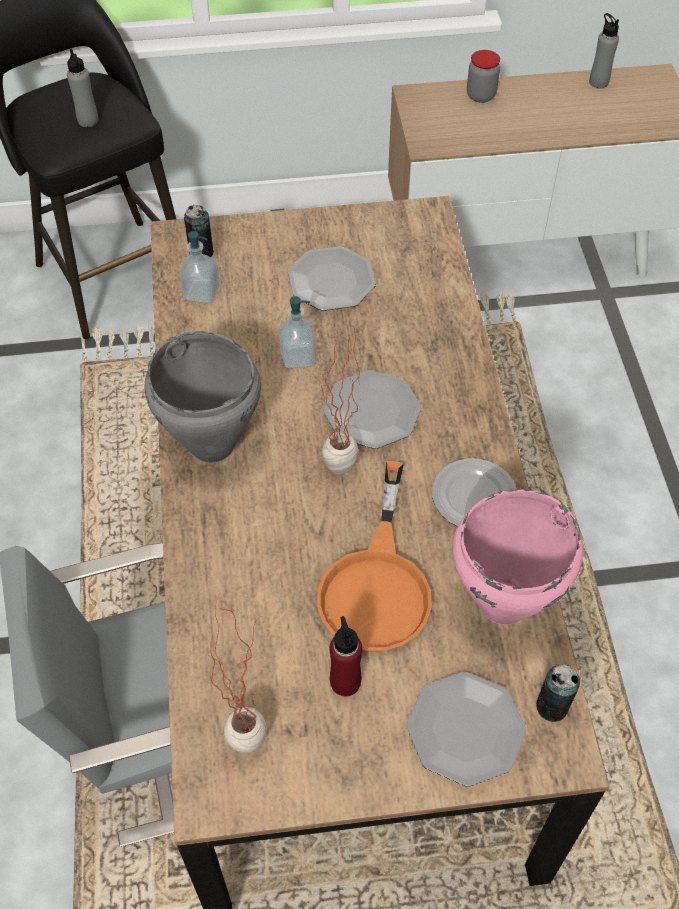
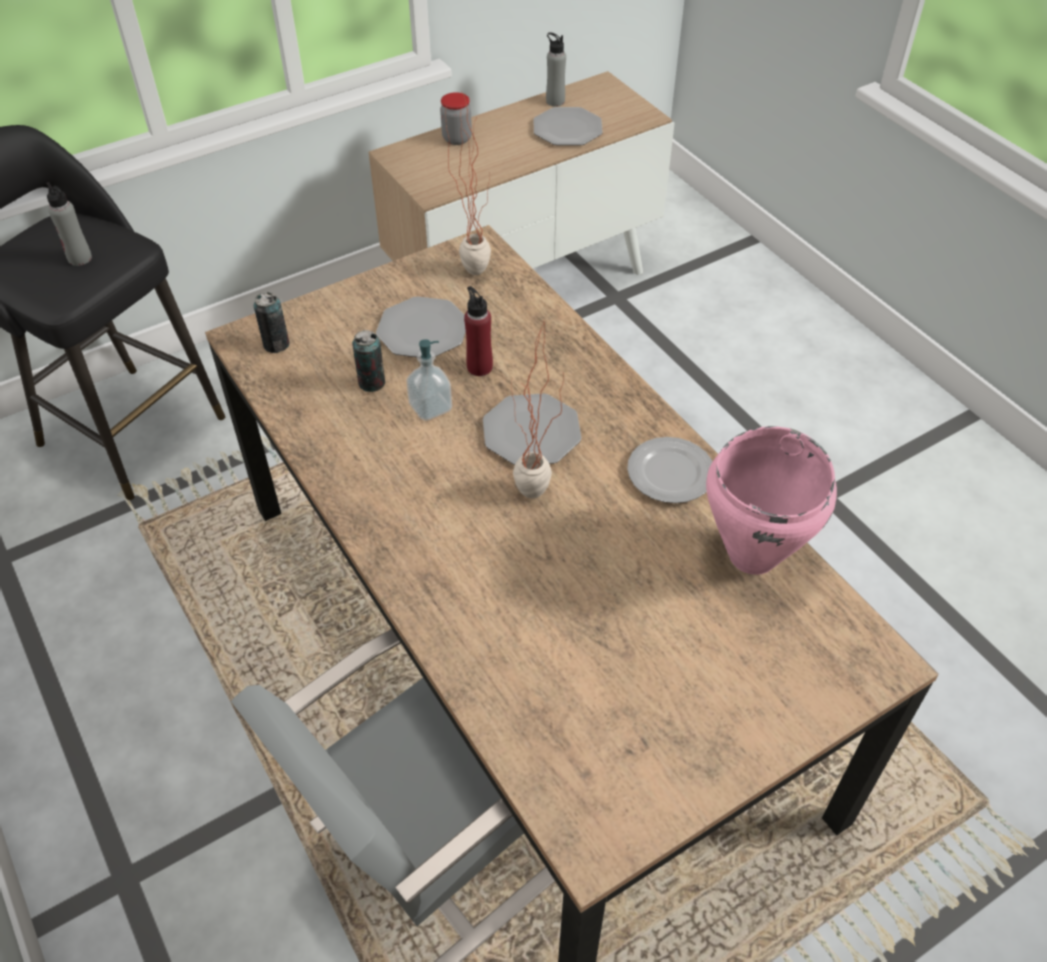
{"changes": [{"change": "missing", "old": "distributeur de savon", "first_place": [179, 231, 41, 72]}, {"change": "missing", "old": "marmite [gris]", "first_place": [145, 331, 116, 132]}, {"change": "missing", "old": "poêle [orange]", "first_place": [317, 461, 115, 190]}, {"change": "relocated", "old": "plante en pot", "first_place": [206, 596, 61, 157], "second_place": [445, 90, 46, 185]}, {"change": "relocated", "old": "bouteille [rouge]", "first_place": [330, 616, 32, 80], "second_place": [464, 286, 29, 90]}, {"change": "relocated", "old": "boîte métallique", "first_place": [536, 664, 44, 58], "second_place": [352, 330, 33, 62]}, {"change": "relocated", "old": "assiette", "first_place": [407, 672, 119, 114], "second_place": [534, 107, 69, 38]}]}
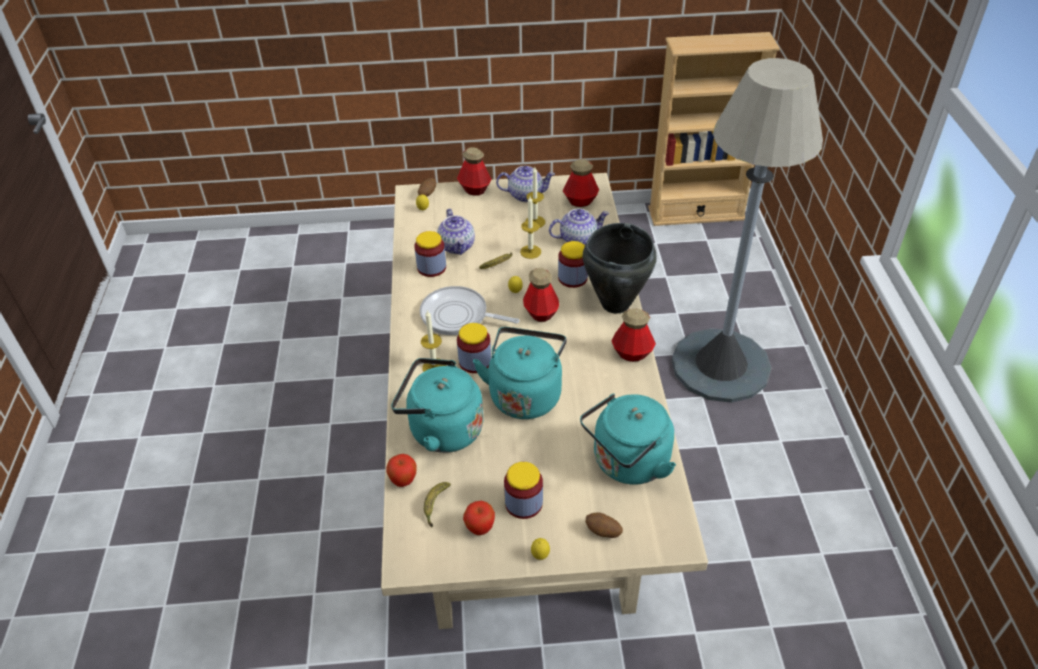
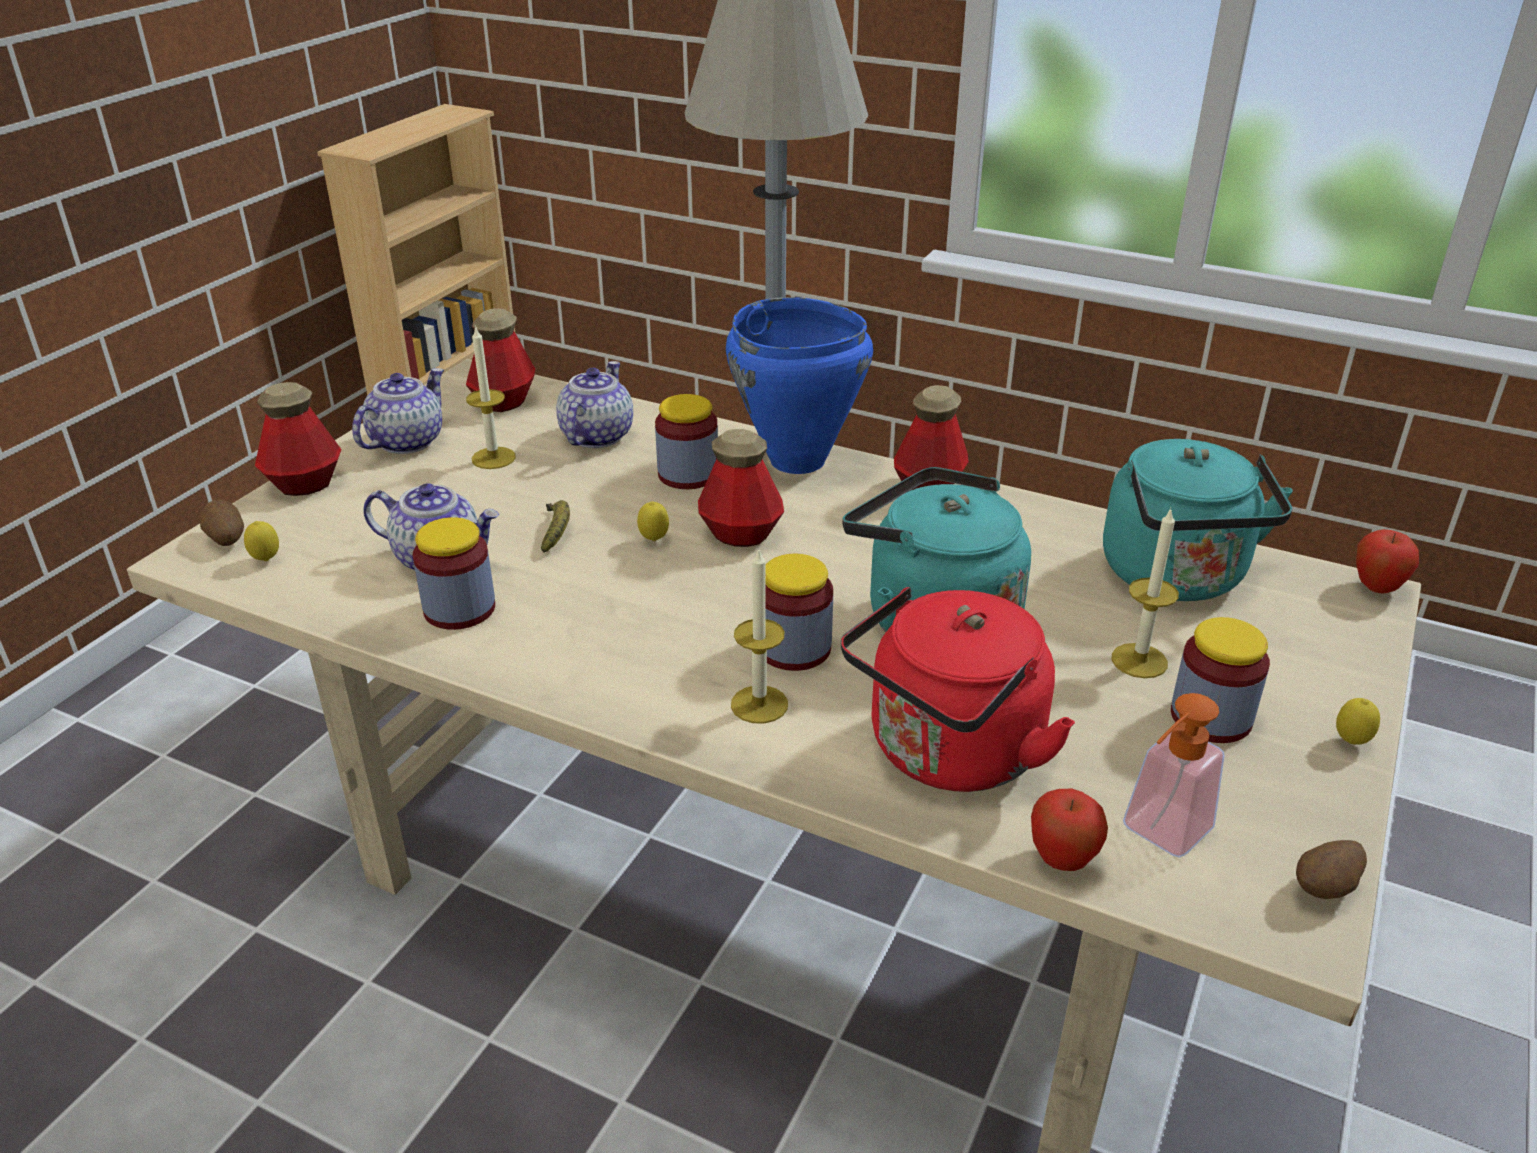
{"changes": [{"change": "relocated", "old": "bougie", "first_place": [520, 196, 21, 63], "second_place": [1111, 509, 68, 169]}, {"change": "colour", "old": "marmite [noir]", "new": "marmite [bleu]", "first_place": [583, 223, 74, 90], "second_place": [726, 297, 147, 177]}, {"change": "missing", "old": "poêle", "first_place": [420, 286, 100, 49]}, {"change": "colour", "old": "bouilloire [turquoise]", "new": "bouilloire [rouge]", "first_place": [391, 358, 93, 95], "second_place": [841, 587, 234, 205]}, {"change": "exchanged", "old": "banane", "new": "distributeur de savon", "first_place": [424, 482, 27, 46], "second_place": [1123, 693, 101, 165]}, {"change": "relocated", "old": "pomme", "first_place": [463, 501, 32, 34], "second_place": [1356, 529, 63, 64]}, {"change": "relocated", "old": "pomme de terre", "first_place": [585, 512, 38, 26], "second_place": [1296, 840, 71, 59]}]}
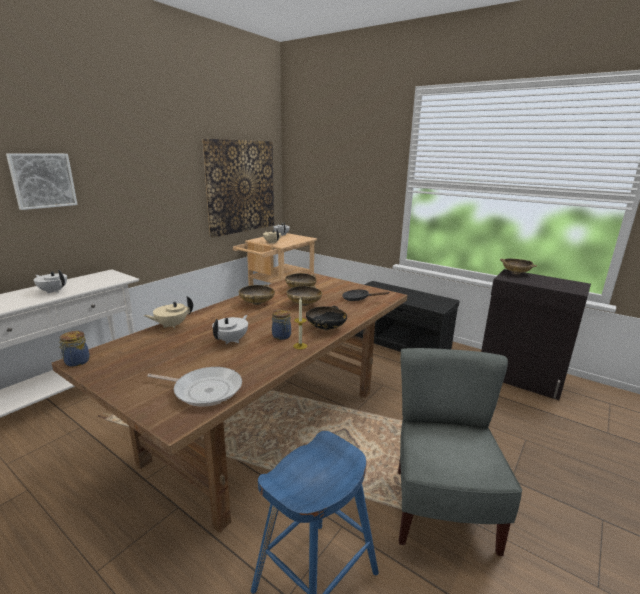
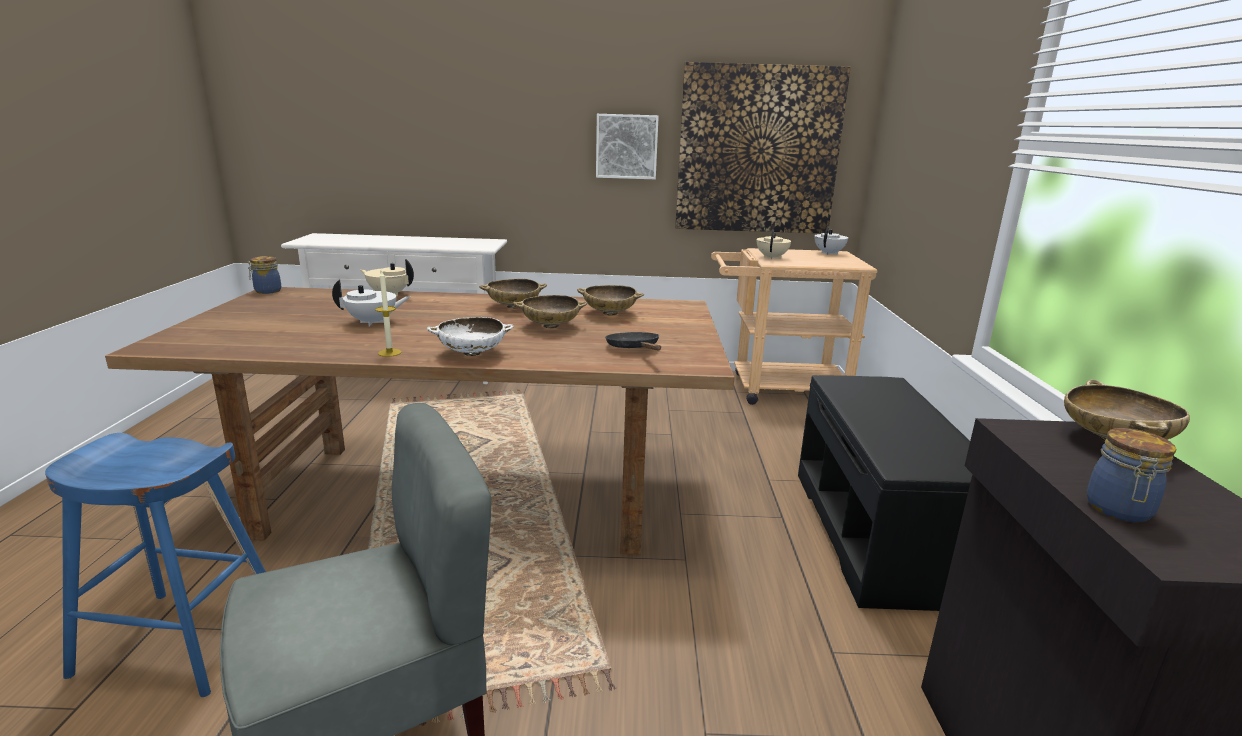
{"changes": [{"change": "relocated", "old": "tableau", "first_place": [6, 153, 72, 57], "second_place": [596, 114, 63, 65]}, {"change": "missing", "old": "théière [blanc]", "first_place": [33, 270, 34, 24]}, {"change": "colour", "old": "bol [noir]", "new": "bol [blanc]", "first_place": [306, 306, 41, 24], "second_place": [427, 317, 87, 39]}, {"change": "relocated", "old": "bocal", "first_place": [272, 309, 19, 31], "second_place": [1087, 428, 89, 94]}, {"change": "missing", "old": "poêle", "first_place": [147, 367, 95, 40]}]}
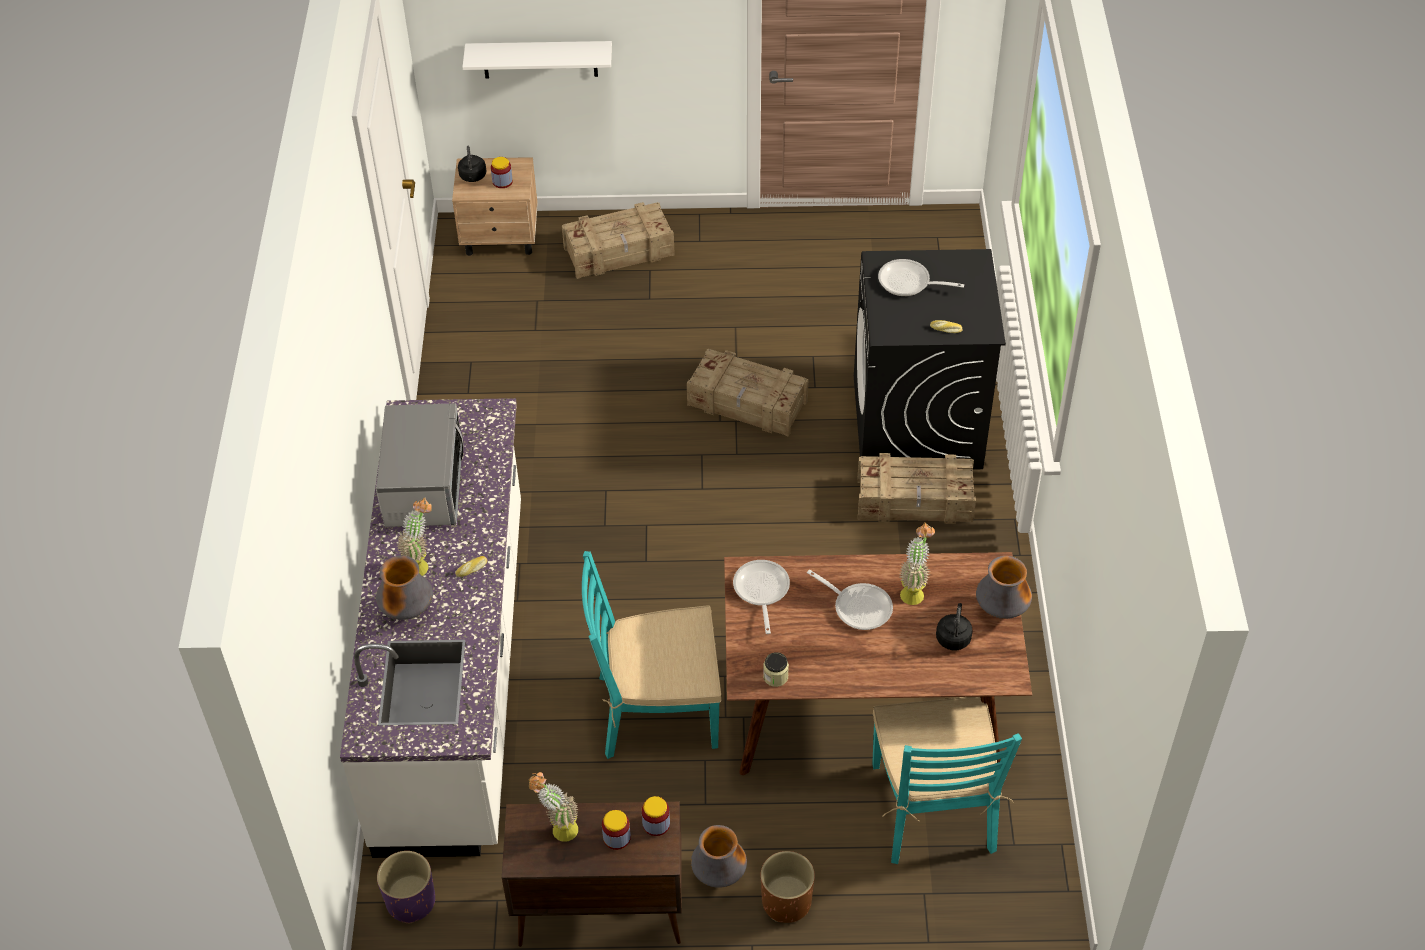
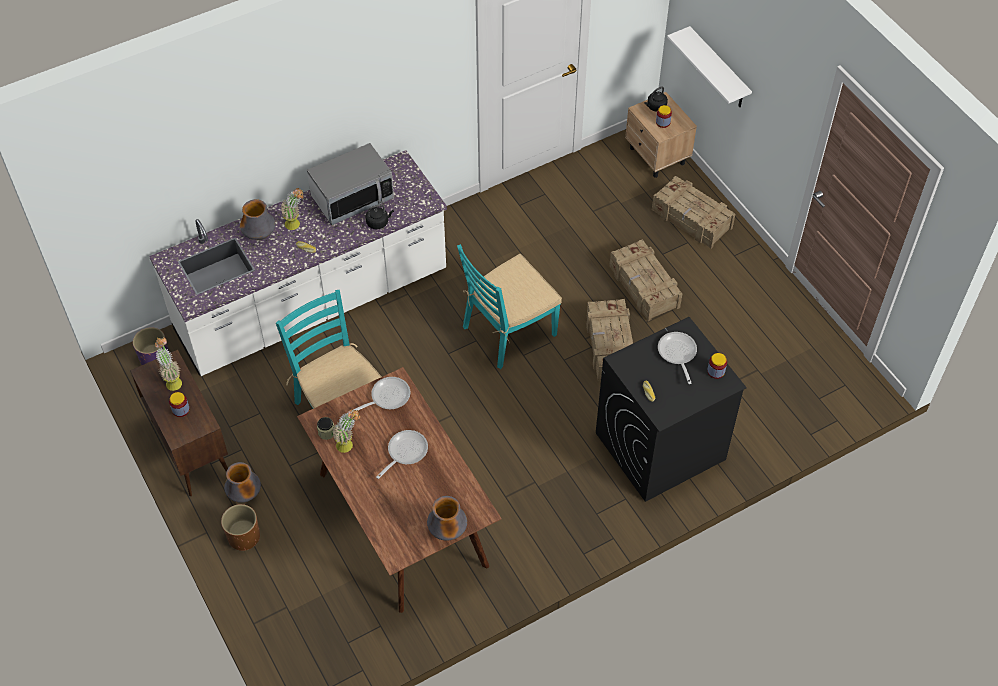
{"changes": [{"change": "relocated", "old": "caisse", "first_place": [857, 453, 119, 71], "second_place": [609, 240, 73, 81]}, {"change": "relocated", "old": "plante en pot", "first_place": [899, 522, 36, 83], "second_place": [332, 409, 28, 44]}, {"change": "spun", "old": "poêle", "first_place": [807, 570, 86, 60], "second_place": [376, 430, 52, 49], "degrees": -150}, {"change": "relocated", "old": "bouilloire [noir]", "first_place": [936, 603, 37, 47], "second_place": [365, 205, 29, 24]}, {"change": "relocated", "old": "chaise [turquoise]", "first_place": [872, 697, 150, 167], "second_place": [457, 244, 105, 125]}, {"change": "relocated", "old": "bocal", "first_place": [642, 796, 28, 40], "second_place": [707, 353, 20, 26]}]}
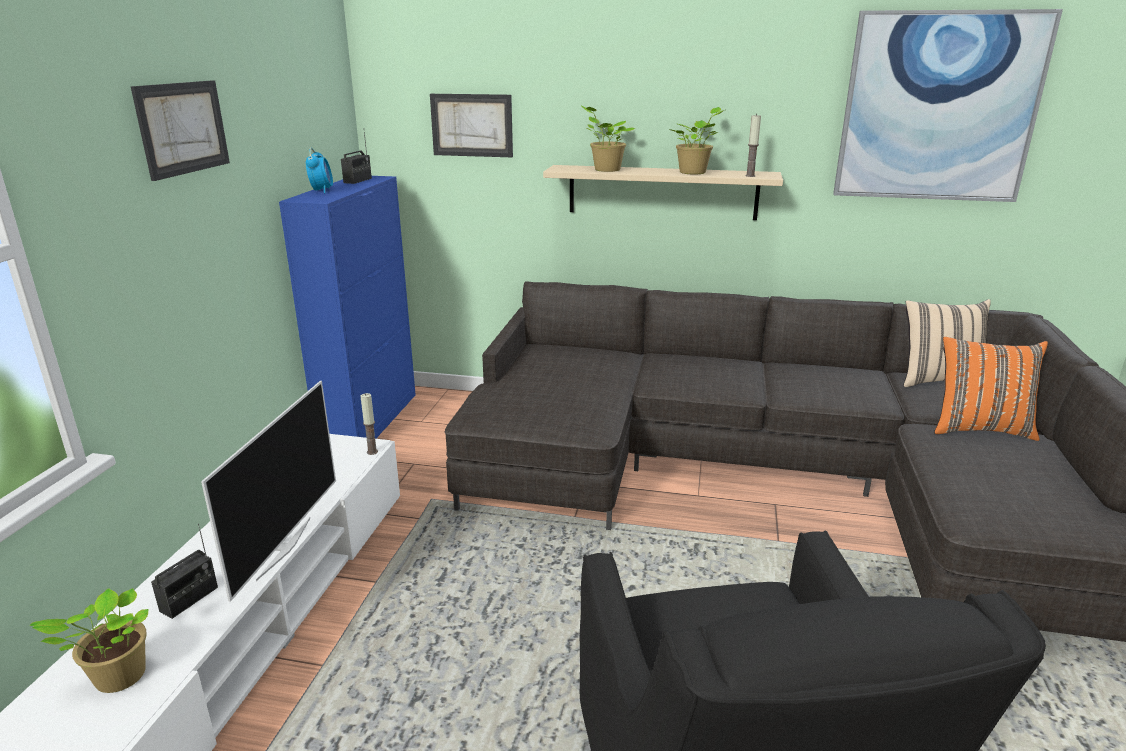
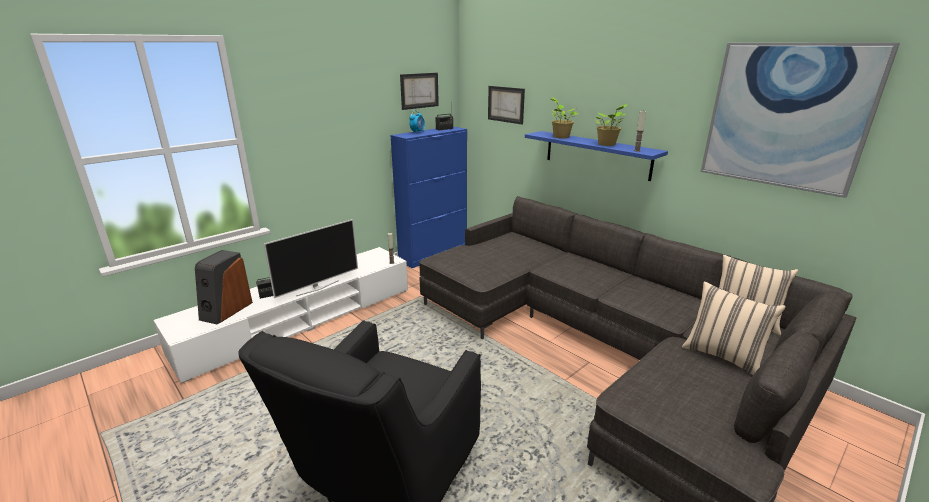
{"changes": [{"change": "relocated", "old": "tableau", "first_place": [131, 80, 99, 101], "second_place": [400, 73, 39, 37]}, {"change": "colour", "old": "étagère [beige]", "new": "étagère [bleu]", "first_place": [543, 165, 240, 55], "second_place": [525, 131, 143, 50]}, {"change": "colour", "old": "coussin [orange]", "new": "coussin [beige]", "first_place": [934, 337, 114, 104], "second_place": [682, 282, 104, 93]}, {"change": "exchanged", "old": "plante en pot", "new": "enceinte", "first_place": [30, 588, 119, 105], "second_place": [195, 250, 58, 75]}]}
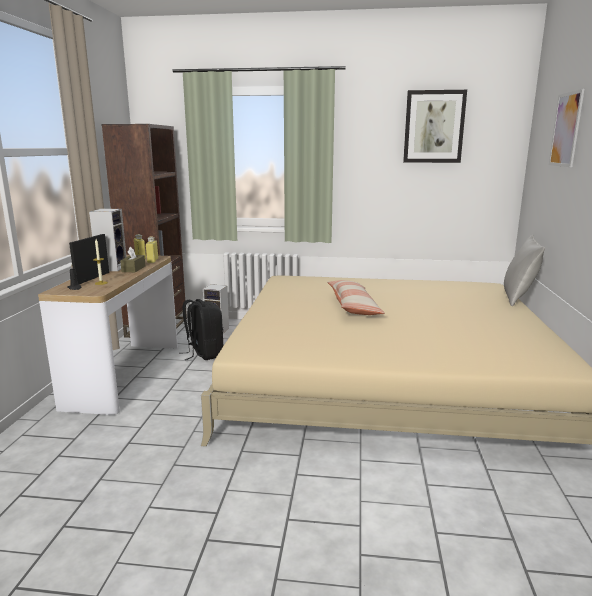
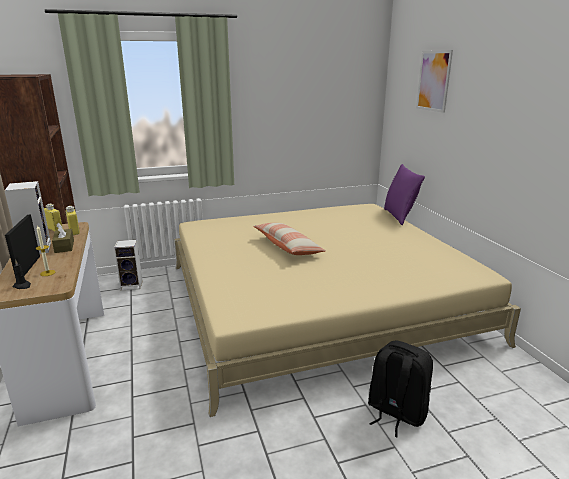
{"changes": [{"change": "missing", "old": "tableau", "first_place": [403, 90, 64, 73]}, {"change": "colour", "old": "coussin [gris]", "new": "coussin [violet]", "first_place": [504, 235, 41, 71], "second_place": [384, 164, 41, 61]}, {"change": "relocated", "old": "sac à dos [noir]", "first_place": [179, 299, 44, 61], "second_place": [368, 341, 65, 96]}]}
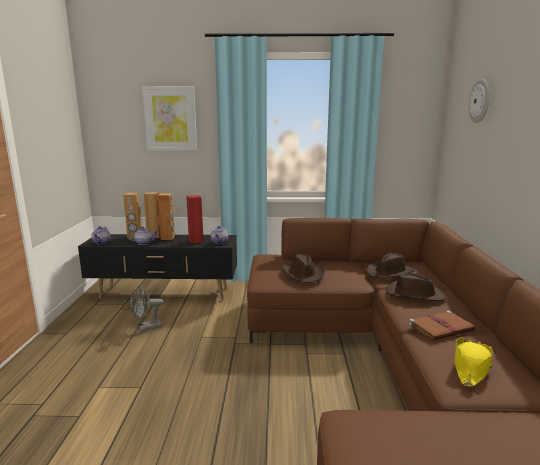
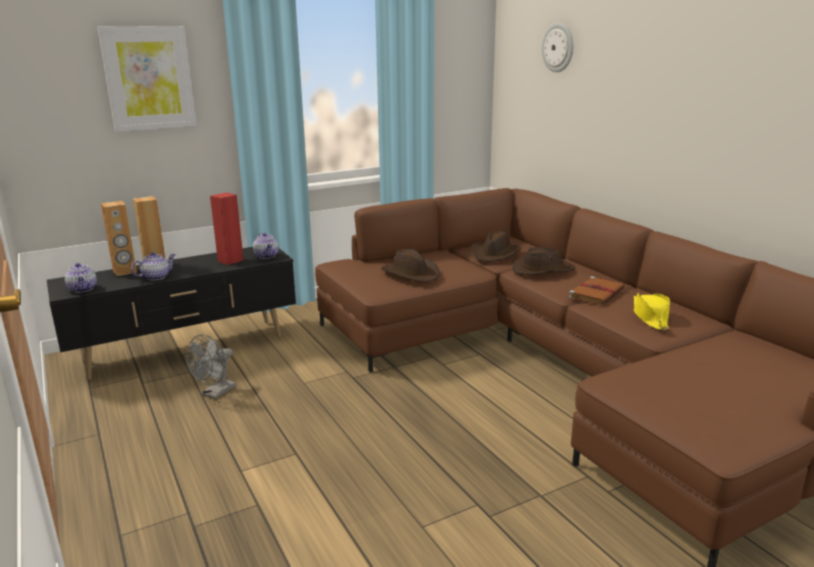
{"changes": [{"change": "missing", "old": "enceinte [marron]", "first_place": [157, 193, 18, 47]}]}
